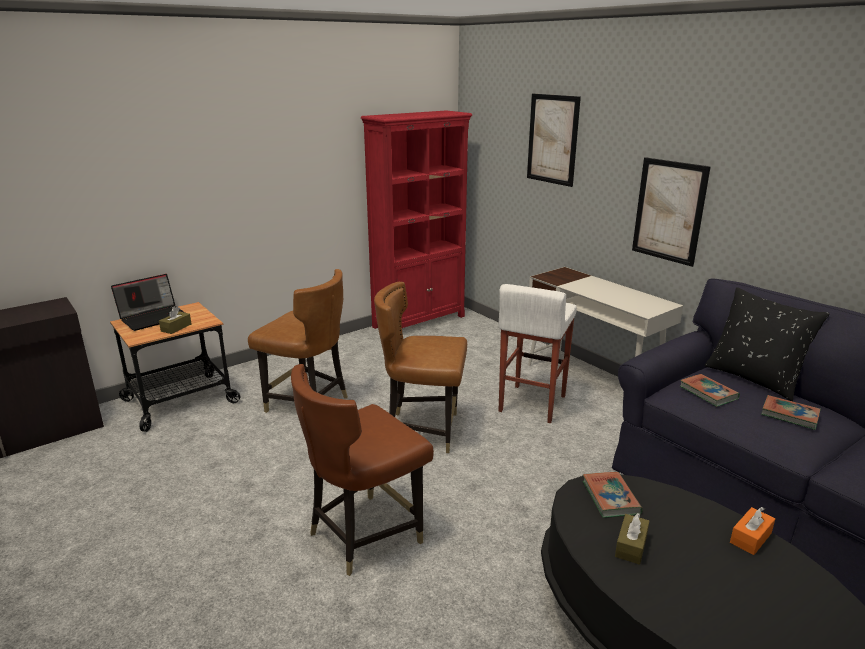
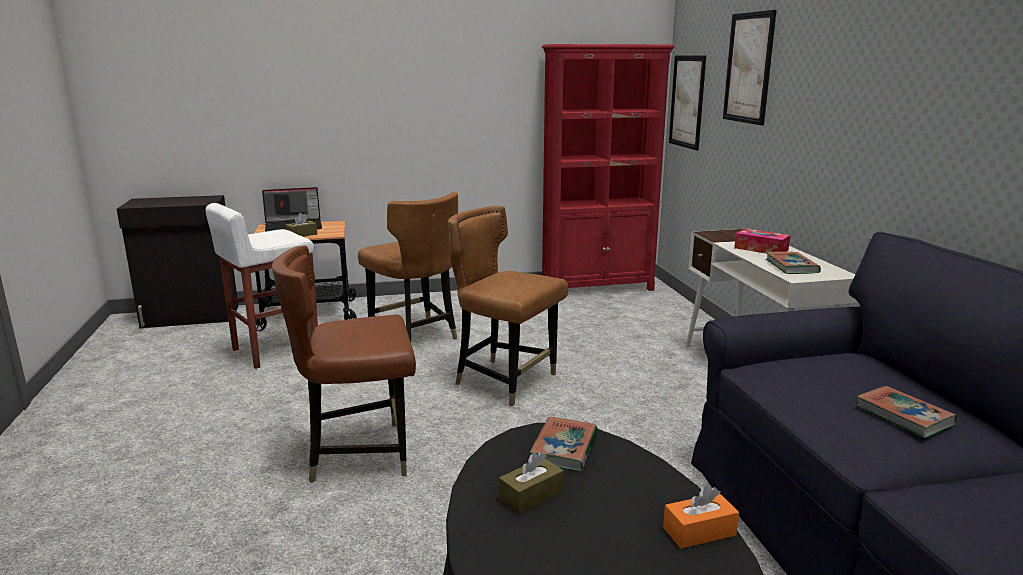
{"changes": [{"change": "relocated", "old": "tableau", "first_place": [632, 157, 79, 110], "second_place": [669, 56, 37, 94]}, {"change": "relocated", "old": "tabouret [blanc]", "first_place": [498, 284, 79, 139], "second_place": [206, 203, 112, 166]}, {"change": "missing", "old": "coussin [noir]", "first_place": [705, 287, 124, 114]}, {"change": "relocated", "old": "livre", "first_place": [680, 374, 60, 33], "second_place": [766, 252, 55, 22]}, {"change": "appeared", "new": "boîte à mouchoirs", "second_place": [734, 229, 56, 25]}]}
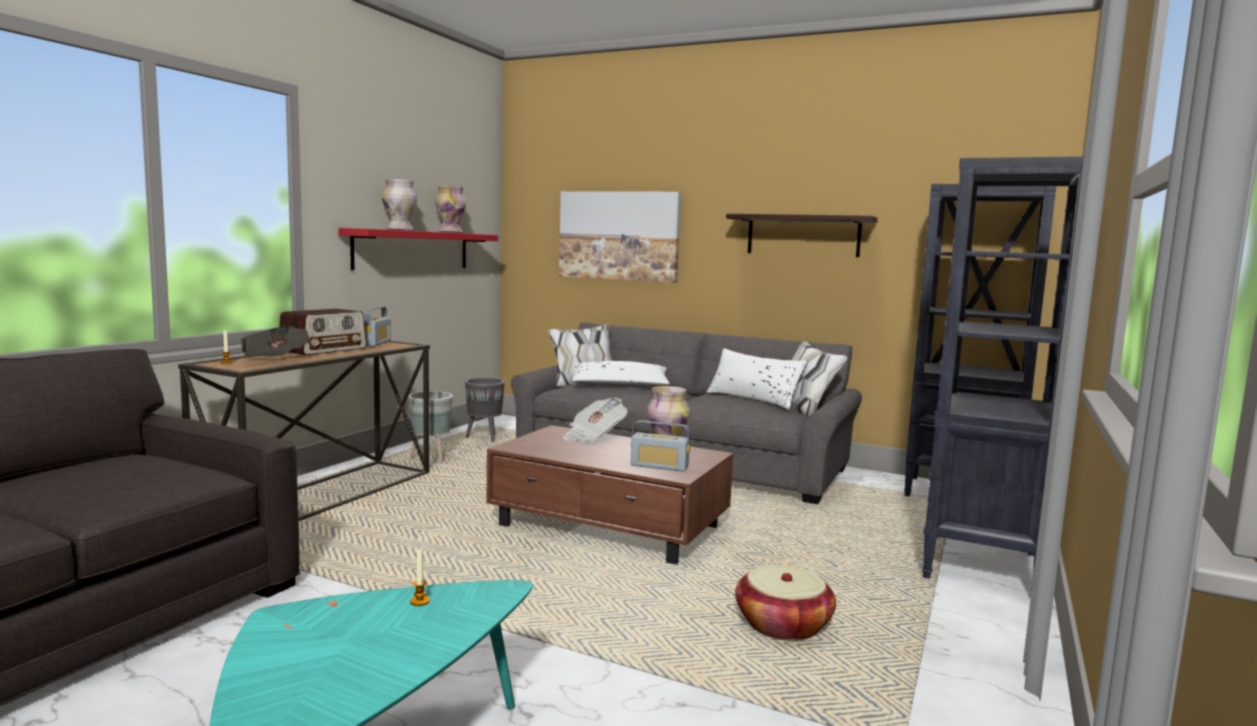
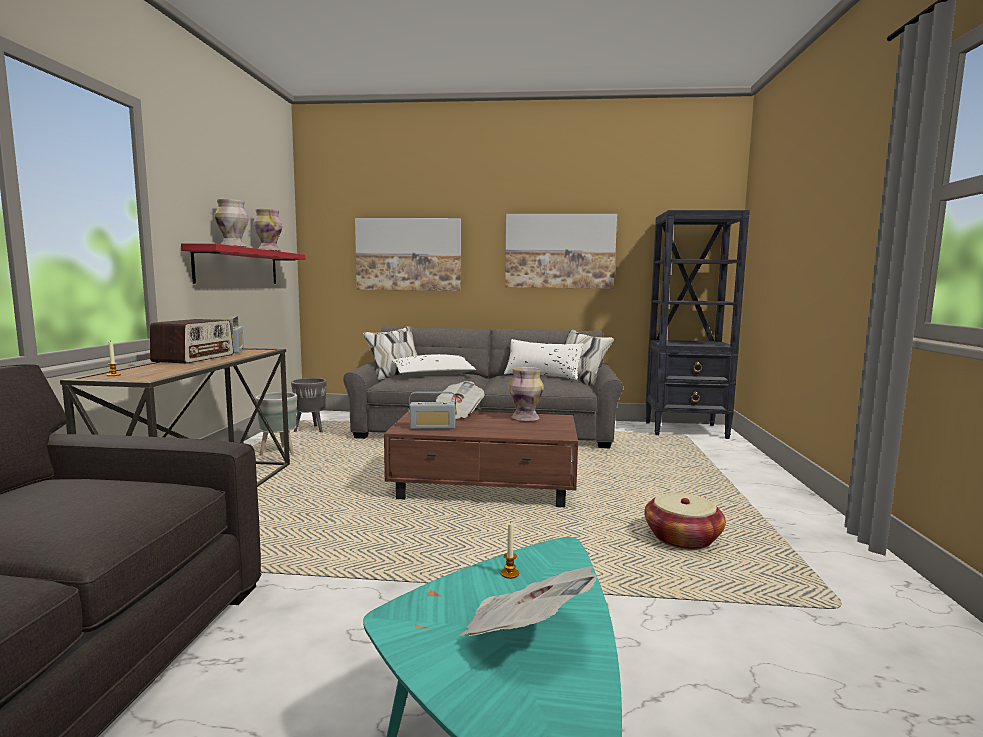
{"changes": [{"change": "missing", "old": "bibliothèque [noir]", "first_place": [922, 156, 162, 435]}, {"change": "exchanged", "old": "étagère", "new": "tableau", "first_place": [726, 214, 152, 43], "second_place": [505, 214, 112, 75]}, {"change": "relocated", "old": "journal", "first_place": [241, 326, 69, 31], "second_place": [459, 566, 138, 70]}, {"change": "relocated", "old": "radio", "first_place": [631, 420, 59, 52], "second_place": [409, 392, 48, 37]}]}
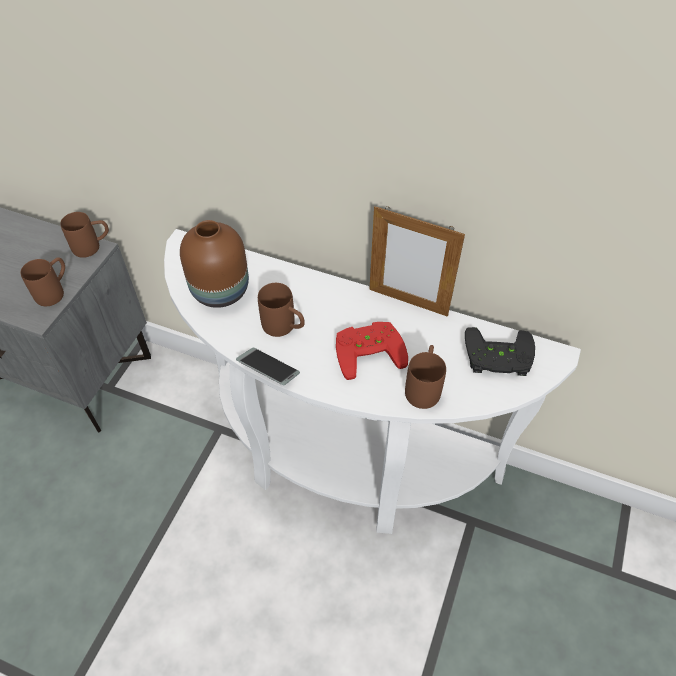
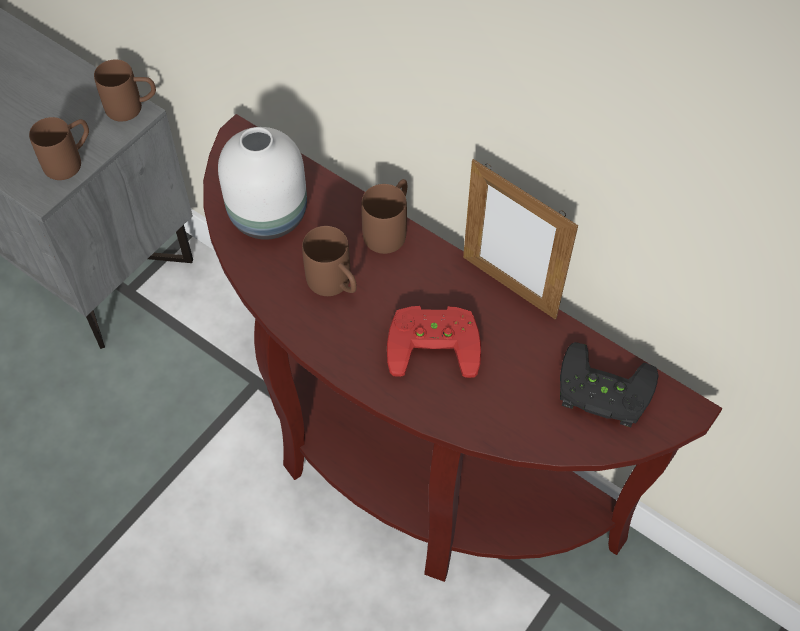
{"changes": [{"change": "colour", "old": "vase [marron]", "new": "vase [blanc]", "first_place": [180, 220, 69, 88], "second_place": [218, 127, 89, 113]}, {"change": "colour", "old": "table console [blanc]", "new": "table console [marron]", "first_place": [164, 229, 417, 305], "second_place": [203, 114, 519, 468]}, {"change": "relocated", "old": "mug [marron]", "first_place": [405, 345, 41, 64], "second_place": [361, 179, 46, 75]}, {"change": "missing", "old": "téléphone", "first_place": [236, 347, 64, 38]}]}
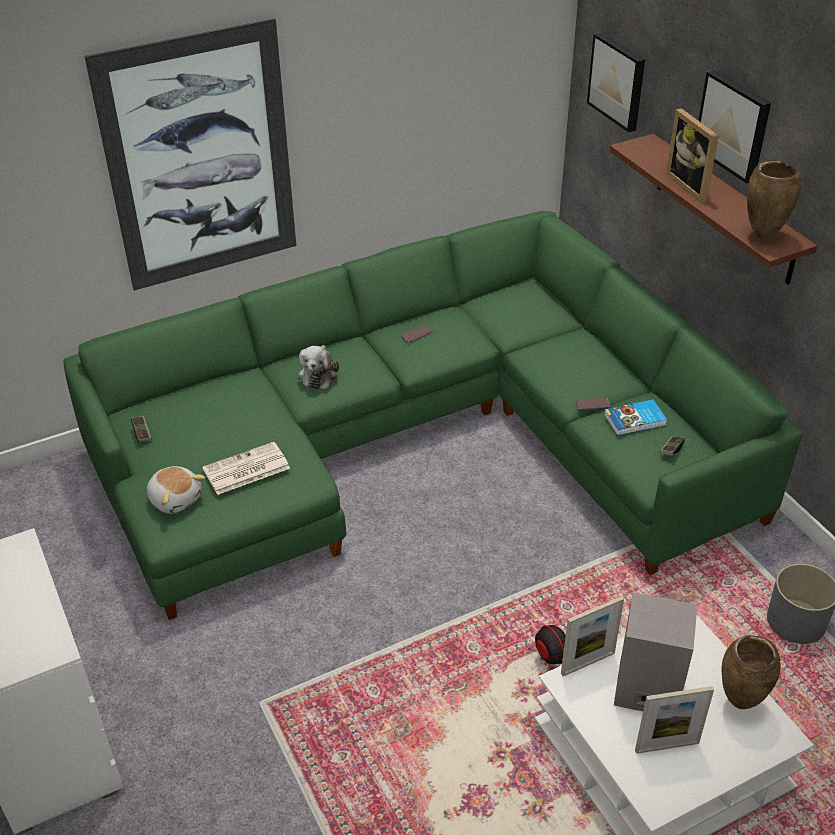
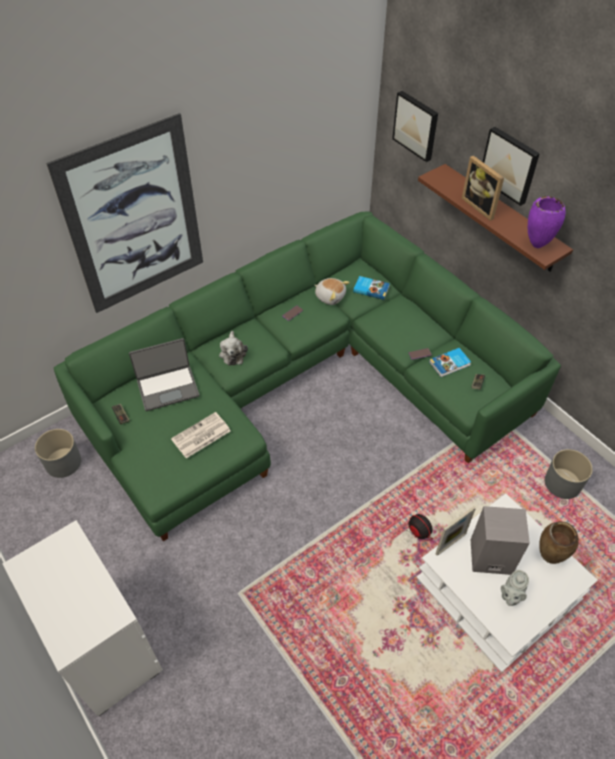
{"changes": [{"change": "colour", "old": "vase [marron]", "new": "vase [violet]", "first_place": [747, 160, 54, 80], "second_place": [528, 196, 38, 52]}, {"change": "relocated", "old": "peluche", "first_place": [147, 466, 59, 48], "second_place": [315, 278, 35, 27]}, {"change": "exchanged", "old": "cadre photo", "new": "théière [gris]", "first_place": [635, 686, 79, 68], "second_place": [501, 570, 28, 36]}, {"change": "appeared", "new": "livre", "second_place": [353, 276, 37, 24]}, {"change": "appeared", "new": "ordinateur portable", "second_place": [129, 338, 71, 73]}, {"change": "appeared", "new": "cache-pot [gris]", "second_place": [35, 429, 46, 49]}]}
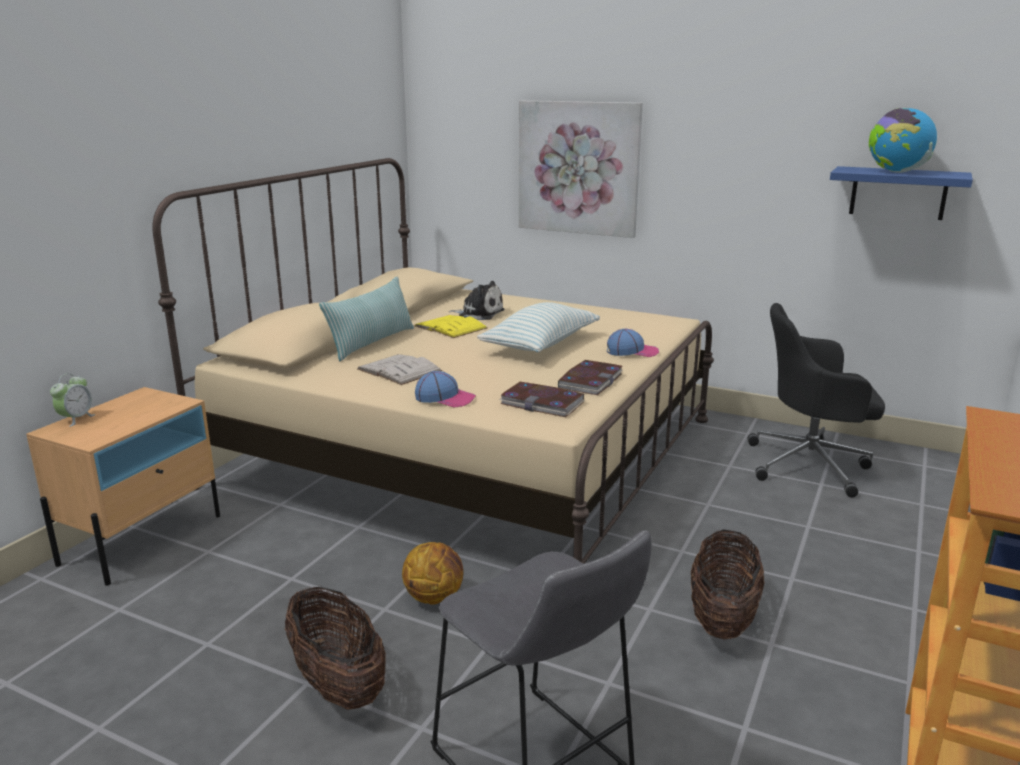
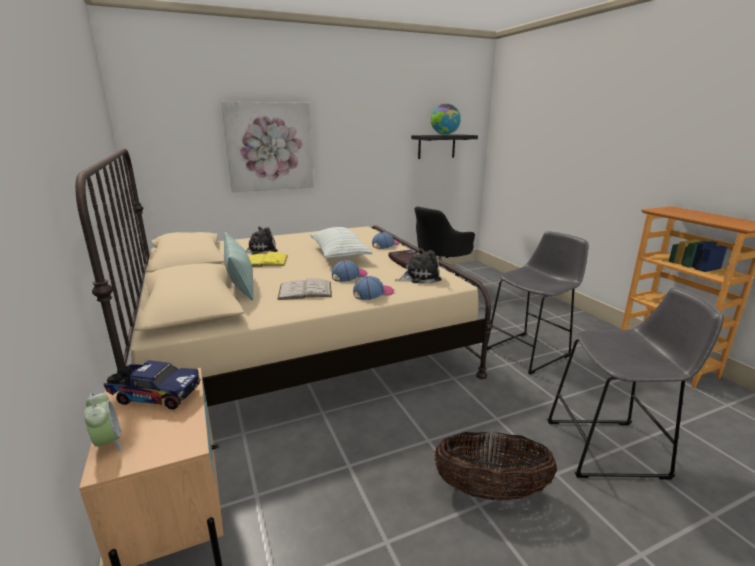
{"changes": [{"change": "colour", "old": "étagère [bleu]", "new": "étagère [noir]", "first_place": [830, 166, 143, 54], "second_place": [411, 134, 67, 25]}, {"change": "exchanged", "old": "livre", "new": "peluche", "first_place": [499, 382, 86, 35], "second_place": [395, 248, 47, 35]}, {"change": "exchanged", "old": "panier", "new": "tabouret [gris]", "first_place": [691, 529, 74, 110], "second_place": [487, 231, 101, 144]}, {"change": "missing", "old": "ballon de basket", "first_place": [402, 542, 61, 62]}, {"change": "appeared", "new": "casquette", "second_place": [332, 260, 36, 22]}, {"change": "appeared", "new": "camion jouet", "second_place": [104, 360, 96, 50]}]}
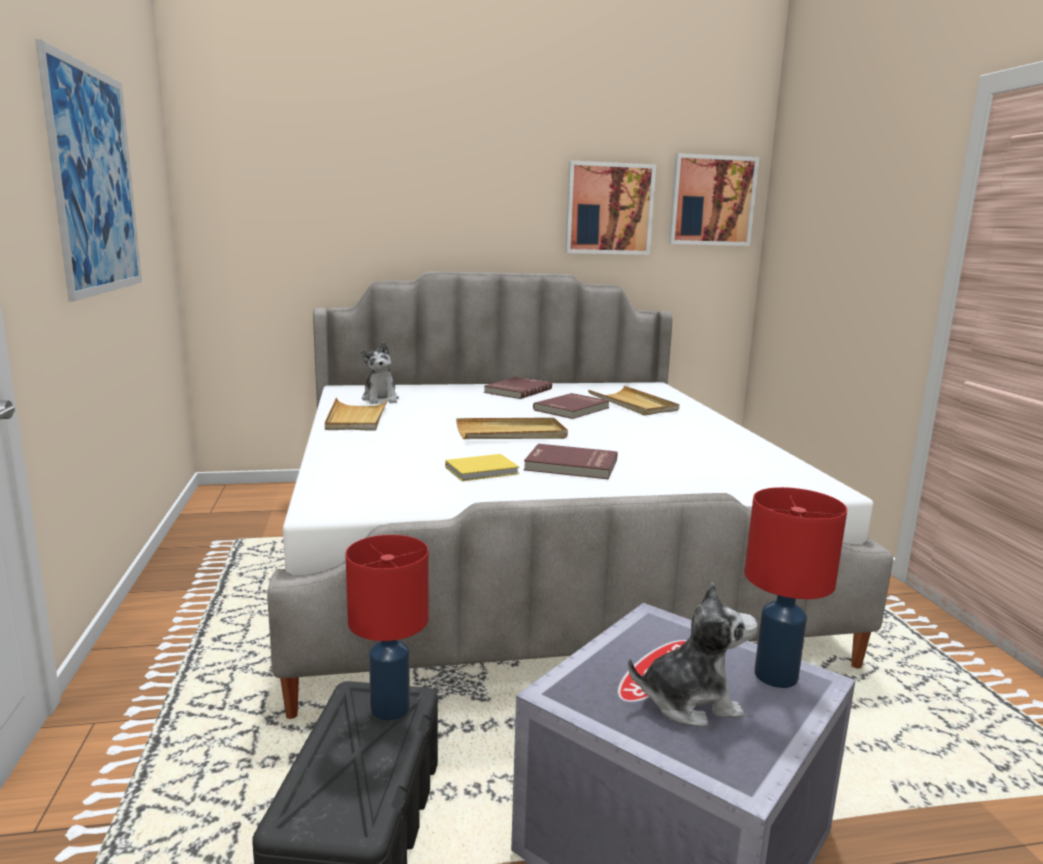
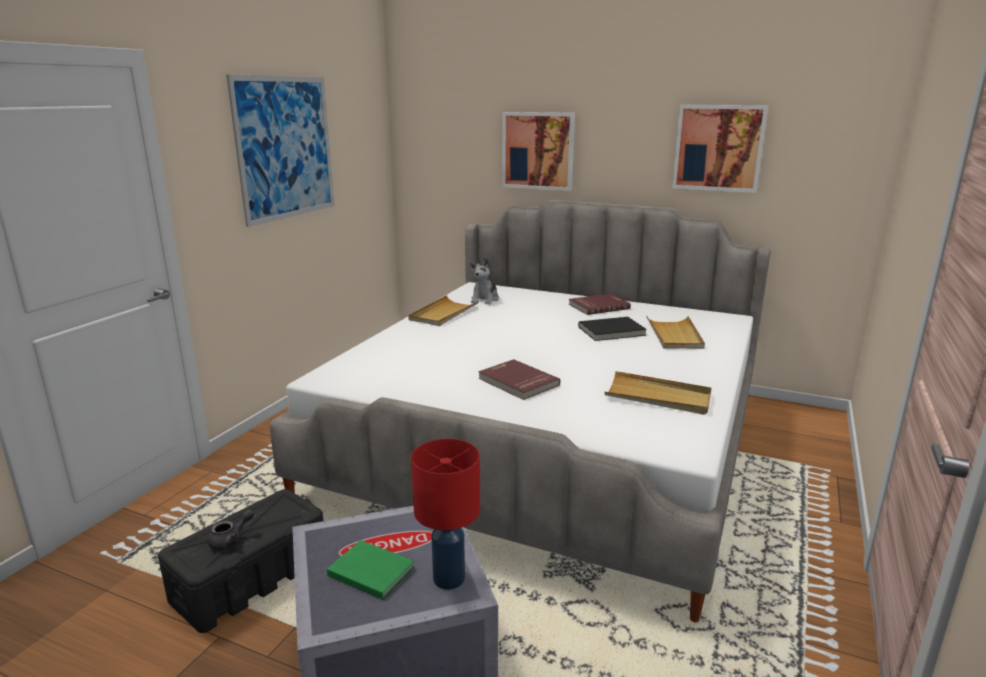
{"changes": [{"change": "relocated", "old": "tableau", "first_place": [669, 153, 90, 93], "second_place": [502, 112, 73, 79]}, {"change": "colour", "old": "livre [rouge]", "new": "livre [noir]", "first_place": [533, 393, 77, 26], "second_place": [578, 317, 69, 24]}, {"change": "relocated", "old": "plateau [beige]", "first_place": [456, 418, 112, 21], "second_place": [605, 371, 107, 44]}, {"change": "missing", "old": "livre [jaune]", "first_place": [445, 454, 74, 27]}, {"change": "missing", "old": "lampe de table [rouge]", "first_place": [346, 535, 83, 185]}, {"change": "exchanged", "old": "peluche", "new": "livre [vert]", "first_place": [628, 582, 130, 145], "second_place": [327, 540, 87, 60]}, {"change": "appeared", "new": "théière [gris]", "second_place": [208, 510, 46, 40]}]}
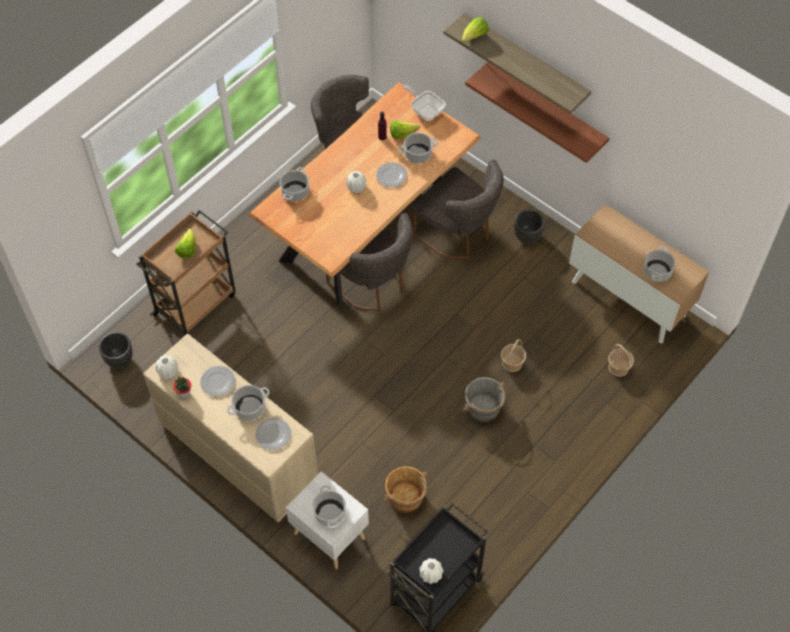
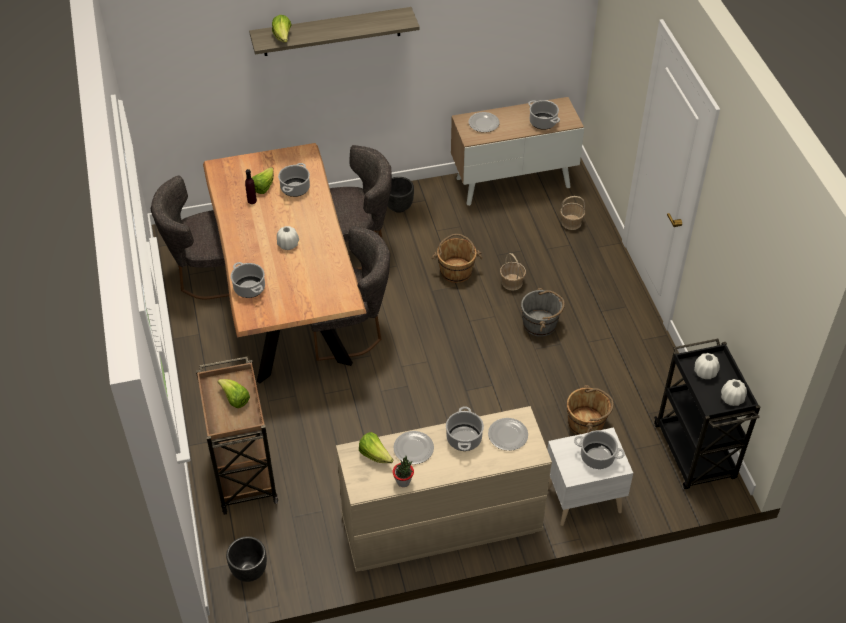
{"changes": [{"change": "missing", "old": "étagère [marron]", "first_place": [465, 62, 144, 101]}, {"change": "missing", "old": "poêle", "first_place": [403, 85, 43, 36]}, {"change": "relocated", "old": "assiette", "first_place": [376, 162, 31, 25], "second_place": [468, 112, 32, 20]}, {"change": "relocated", "old": "vase [blanc]", "first_place": [156, 355, 22, 24], "second_place": [694, 353, 26, 26]}, {"change": "appeared", "new": "seau [marron]", "second_place": [431, 234, 52, 49]}, {"change": "appeared", "new": "laitue", "second_place": [359, 432, 35, 31]}]}
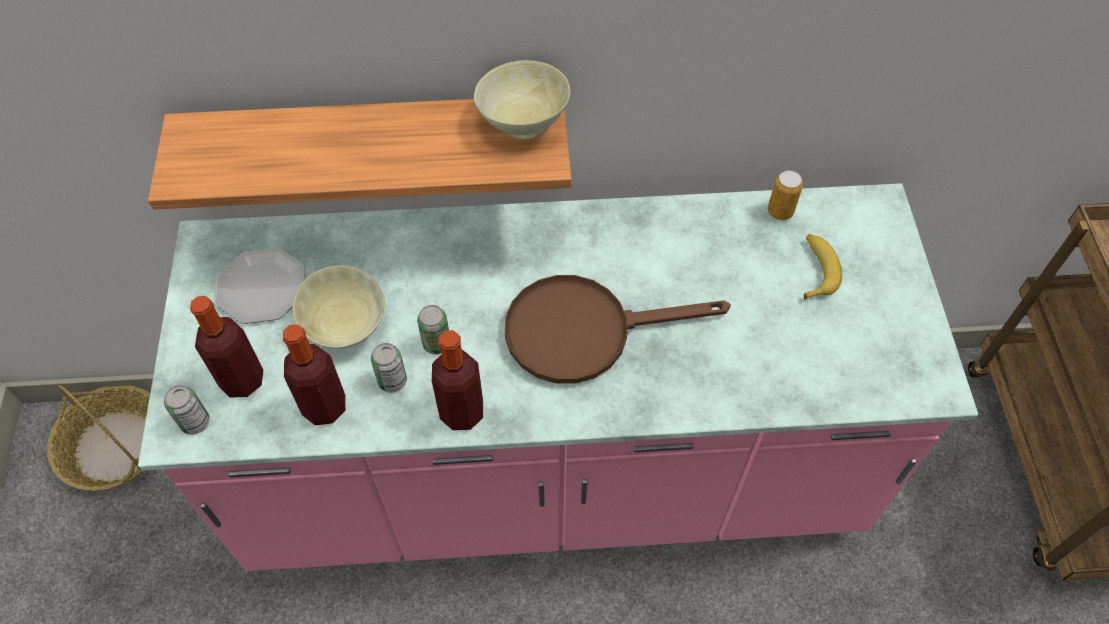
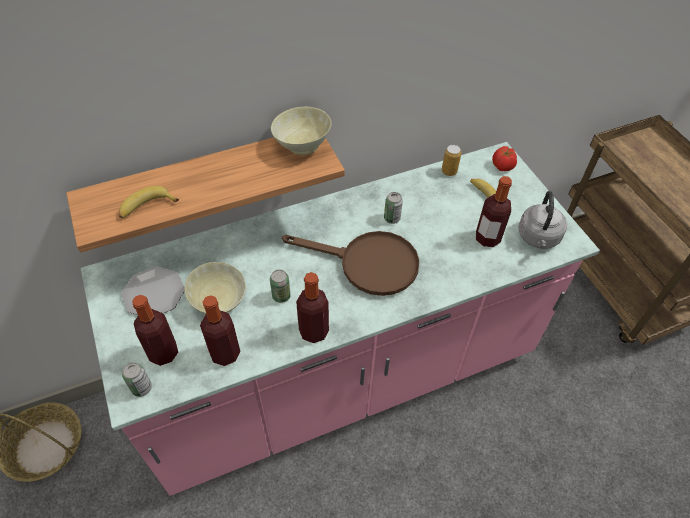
{"changes": [{"change": "spun", "old": "poêle [marron]", "first_place": [505, 275, 226, 109], "second_place": [282, 231, 137, 65], "degrees": -135}, {"change": "relocated", "old": "boîte métallique", "first_place": [371, 343, 36, 50], "second_place": [384, 192, 19, 32]}, {"change": "appeared", "new": "tomate", "second_place": [492, 146, 25, 25]}, {"change": "appeared", "new": "bouteille", "second_place": [476, 176, 36, 71]}, {"change": "appeared", "new": "banane", "second_place": [119, 186, 60, 32]}, {"change": "appeared", "new": "bouilloire [gris]", "second_place": [518, 191, 49, 58]}]}
